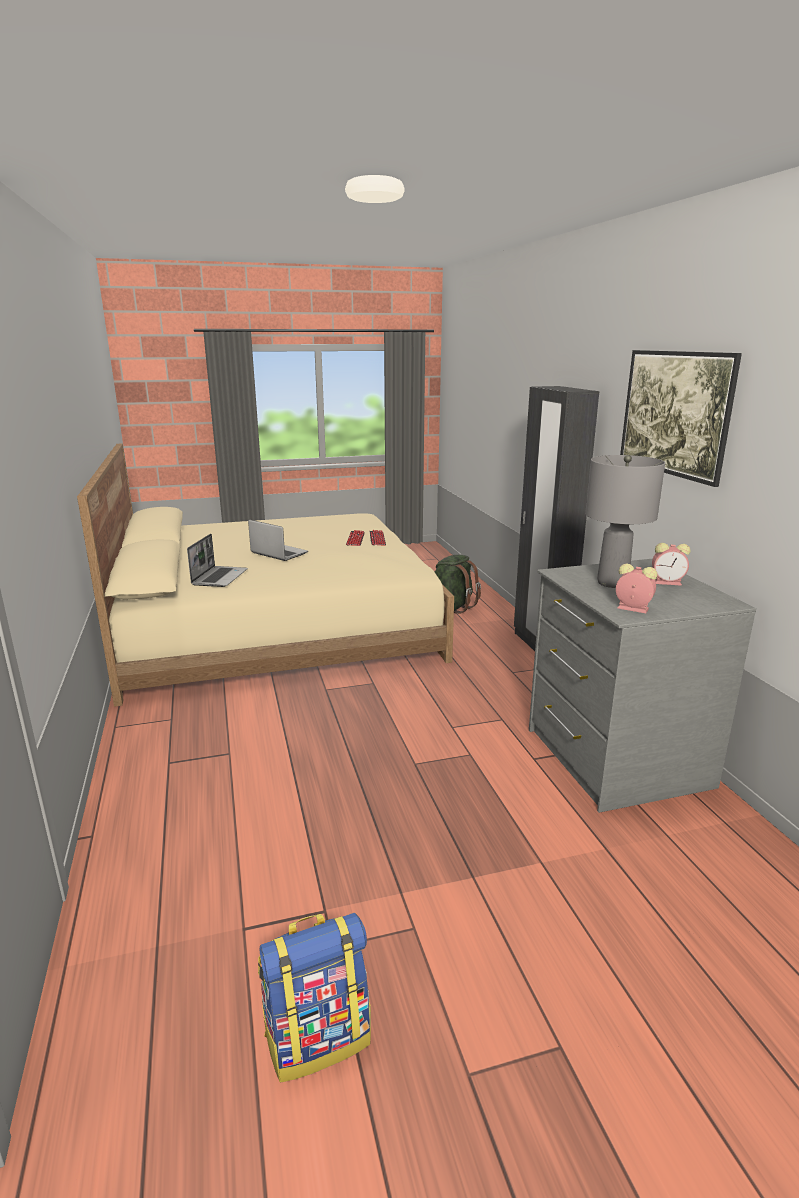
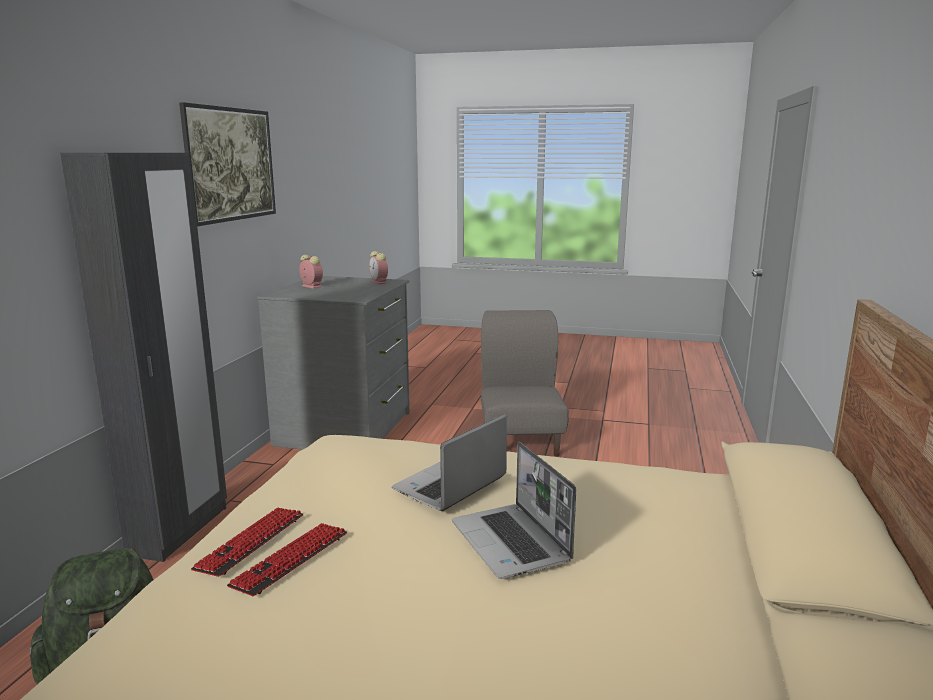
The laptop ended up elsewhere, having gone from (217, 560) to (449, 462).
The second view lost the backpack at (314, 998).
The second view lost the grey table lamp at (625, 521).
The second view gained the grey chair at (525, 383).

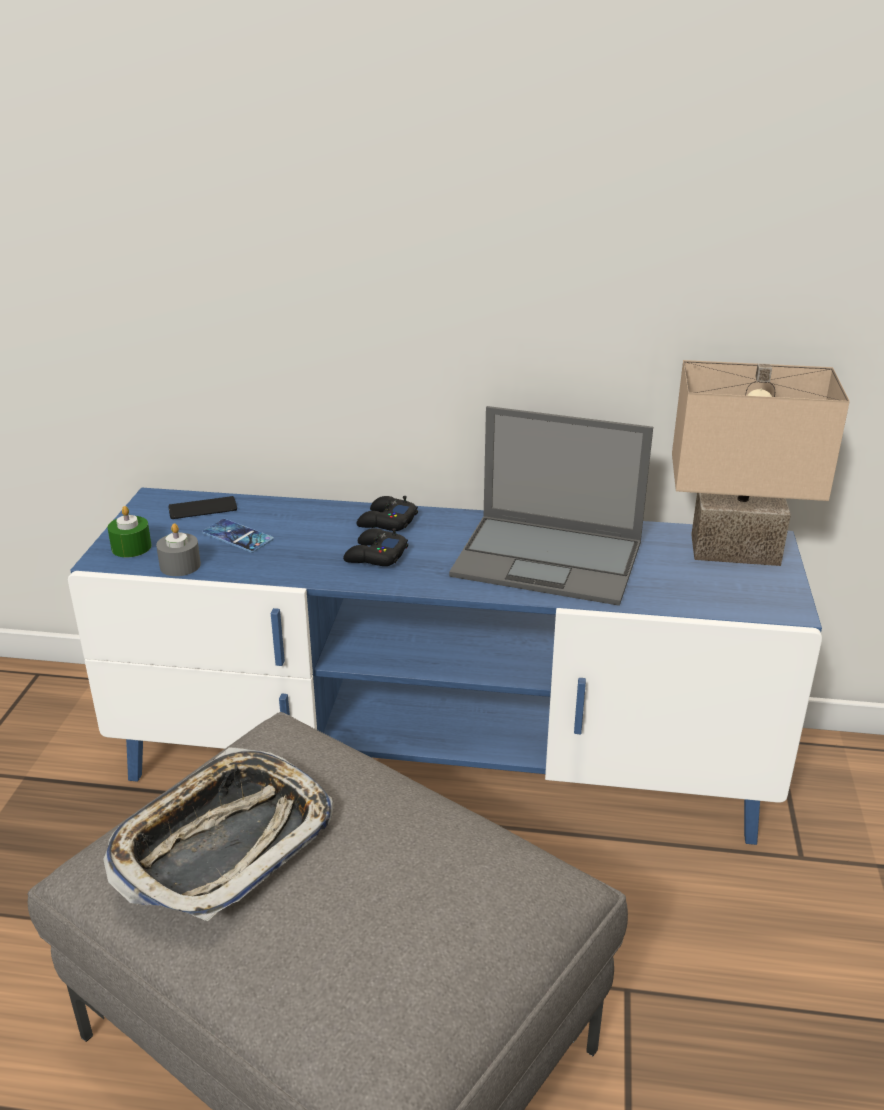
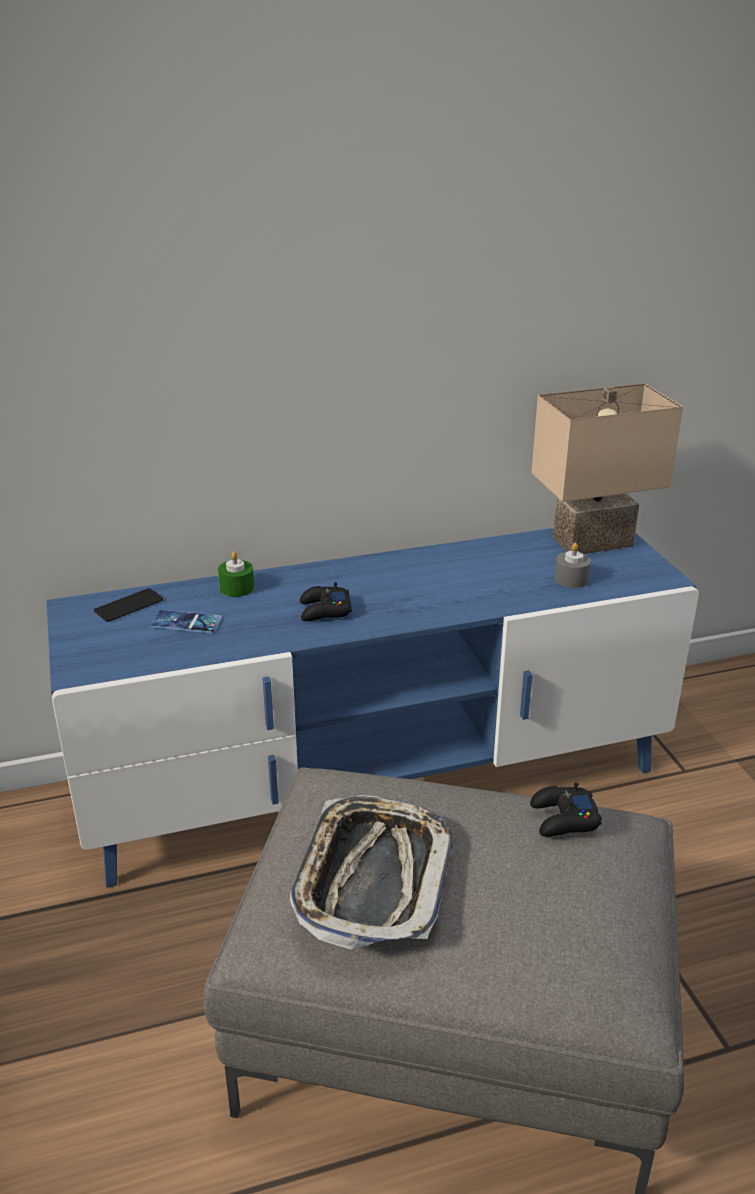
The green candle ended up elsewhere, having gone from (129, 531) to (236, 574).
The grey candle ended up elsewhere, having gone from (178, 549) to (572, 565).
The black game controller ended up elsewhere, having gone from (387, 513) to (566, 810).
The second view lost the laptop at (551, 506).

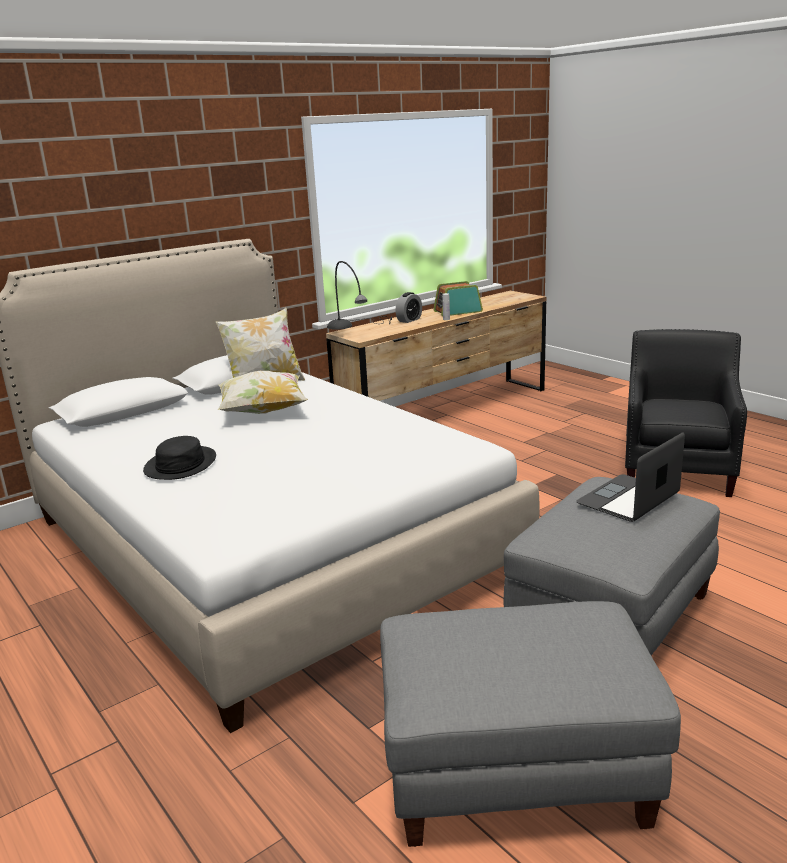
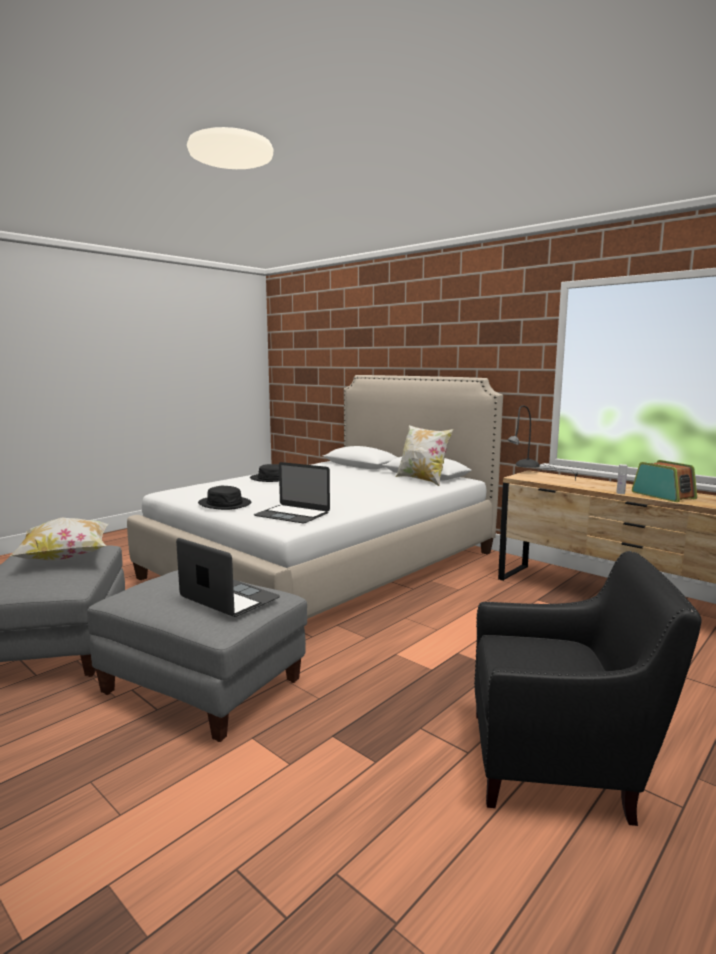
The pillow ended up elsewhere, having gone from (263, 392) to (59, 539).
The second view lost the alarm clock at (409, 307).
The second view gained the black hat at (224, 498).
The second view gained the laptop at (292, 493).

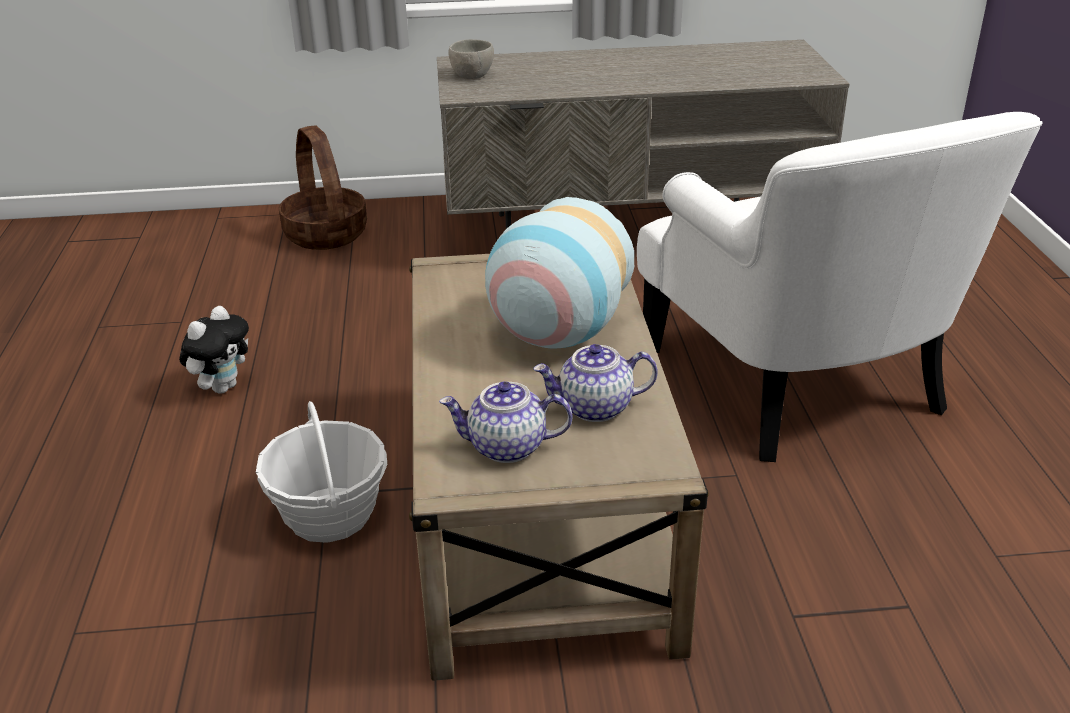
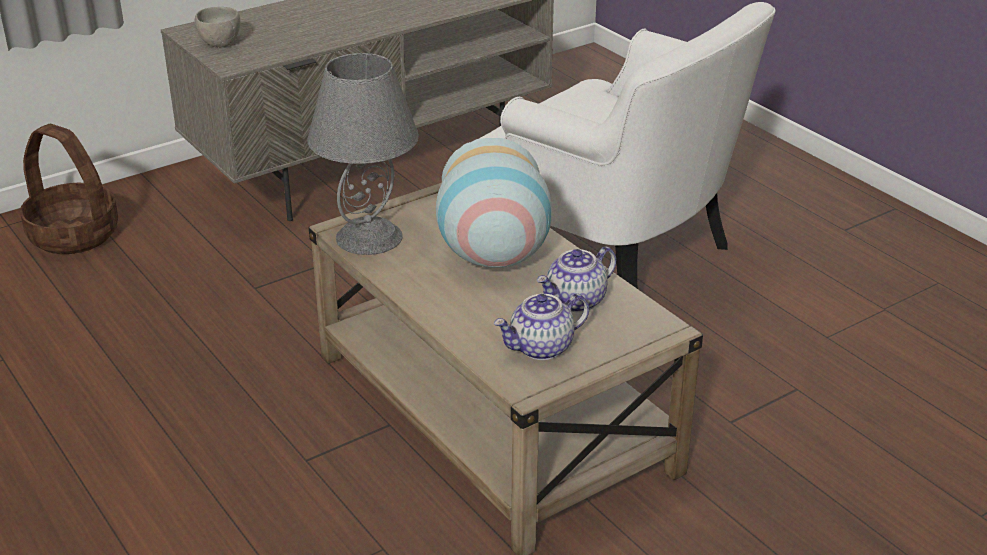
The second view lost the plush toy at (214, 350).
The second view lost the basket at (321, 472).
The second view gained the grey table lamp at (363, 154).

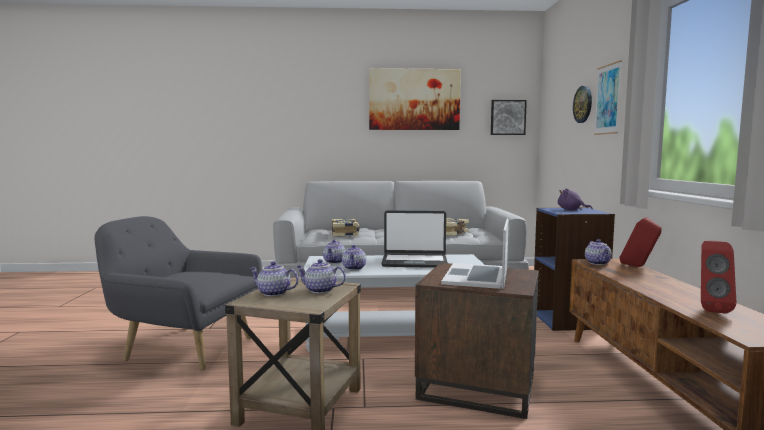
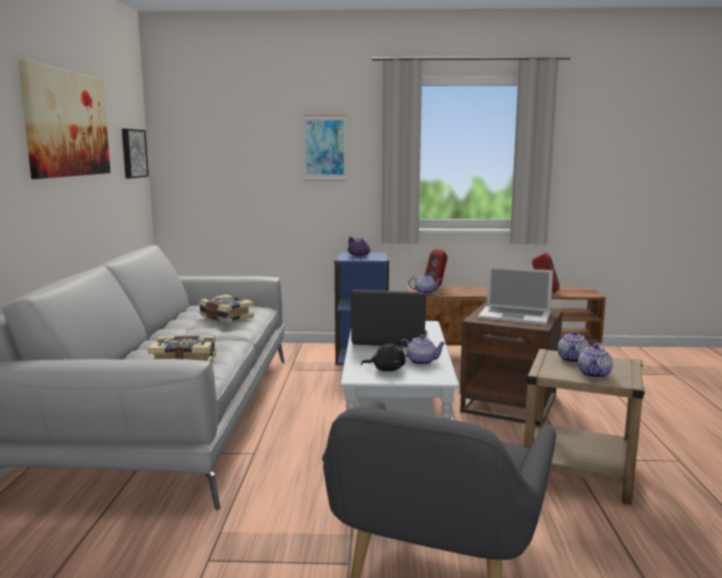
Where the teapot stood at (334, 252), the black plush toy came to stand at (383, 355).
The laptop at (414, 239) ended up facing another way, 90 degrees counterclockwise from before.
The second view lost the wall clock at (582, 104).

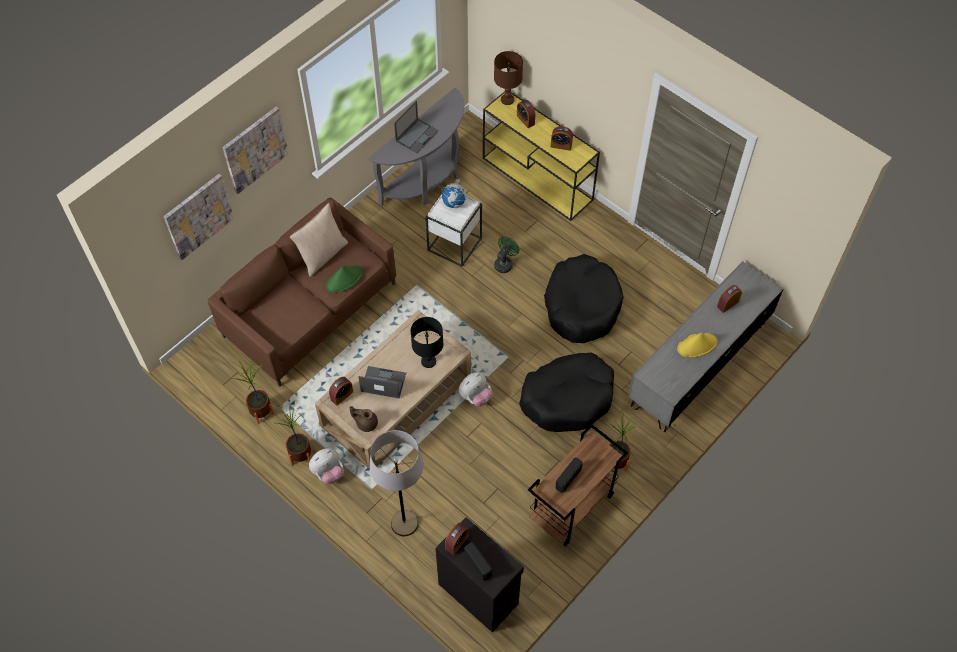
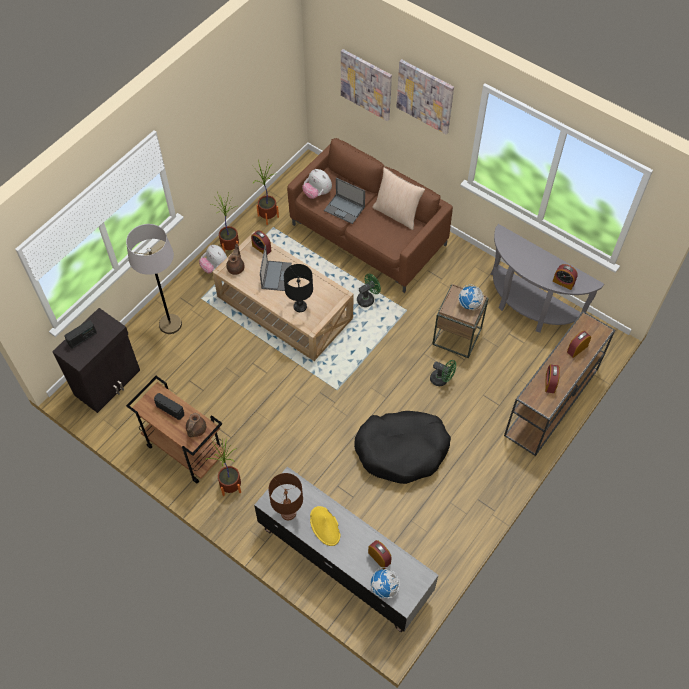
The second view lost the green hat at (344, 279).
The laptop ended up elsewhere, having gone from (416, 127) to (344, 201).
What was the white side table at (454, 230) turned into the brown side table at (460, 321).
The alarm clock ended up elsewhere, having gone from (457, 539) to (565, 277).
The plush toy ended up elsewhere, having gone from (476, 389) to (317, 184).
What was the yellow console table at (541, 156) turned into the brown console table at (559, 383).
The brown table lamp ended up elsewhere, having gone from (508, 78) to (285, 496).
The second view lost the black dog bed at (566, 392).
The second view gained the brown teapot at (196, 425).
The second view gained the green fan at (369, 290).
The second view gained the globe at (385, 582).

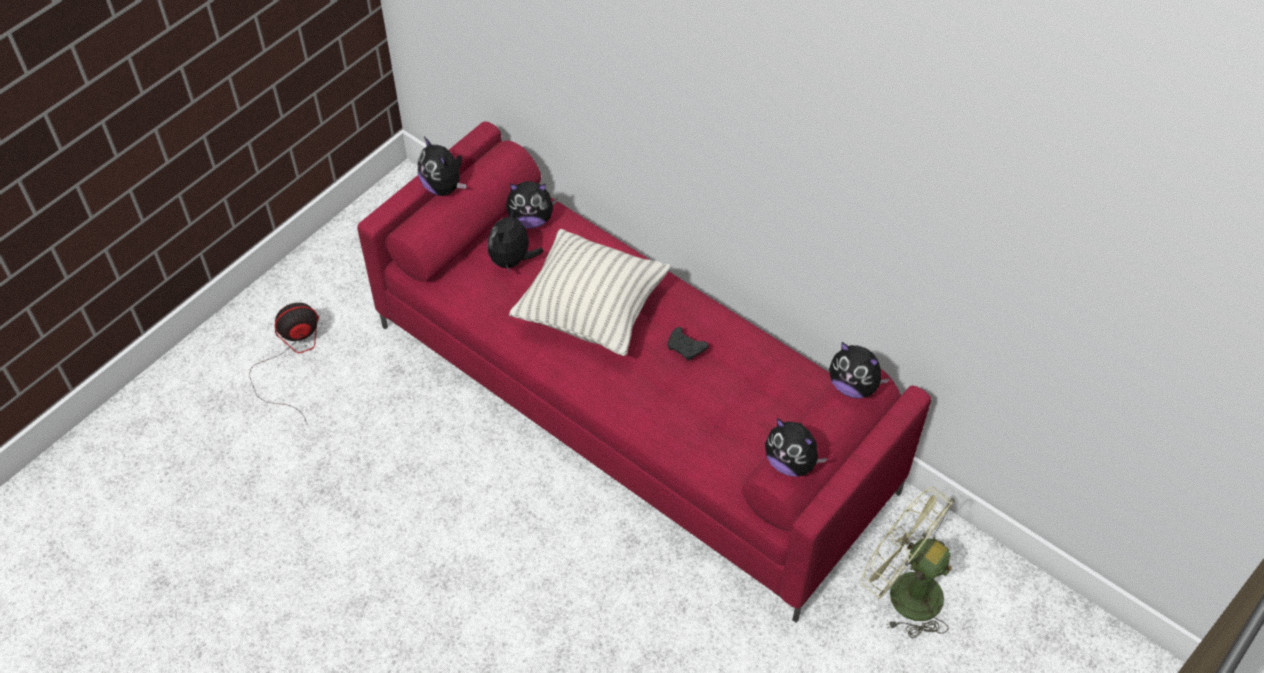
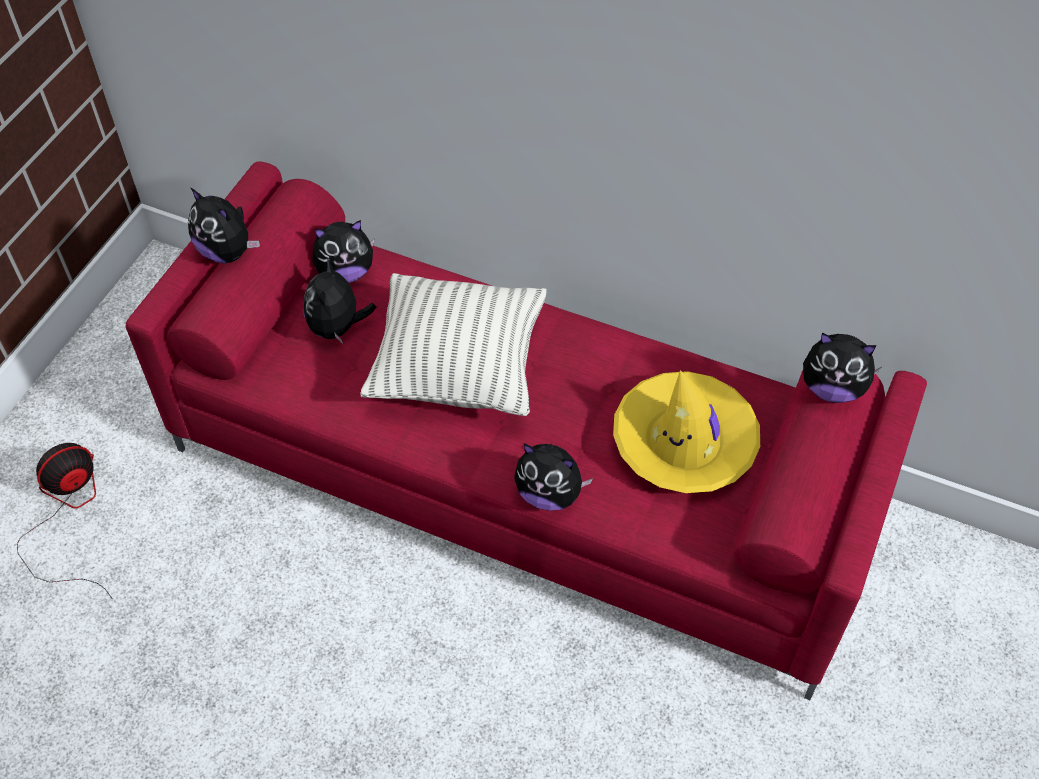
The second view lost the black game controller at (688, 344).
The plush toy ended up elsewhere, having gone from (796, 447) to (553, 477).
The second view lost the green fan at (908, 562).
The second view gained the yellow hat at (686, 431).

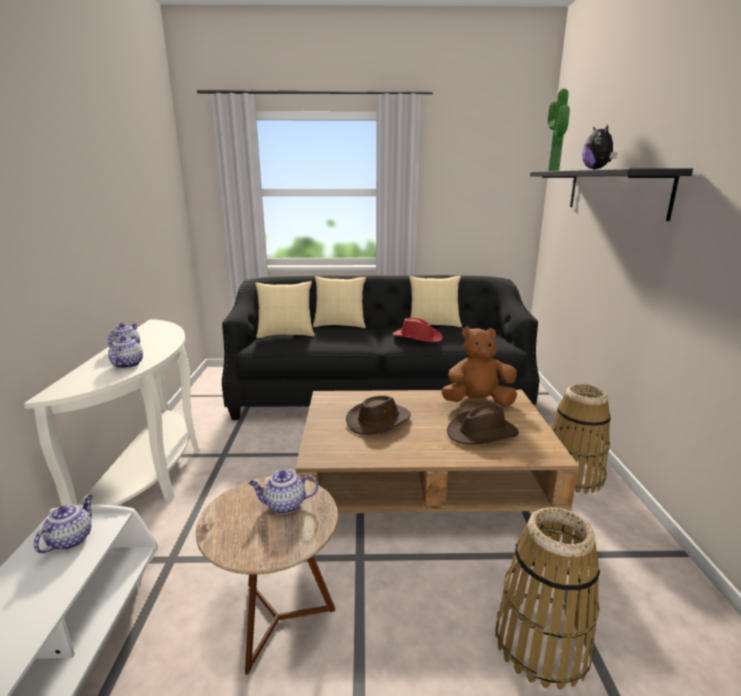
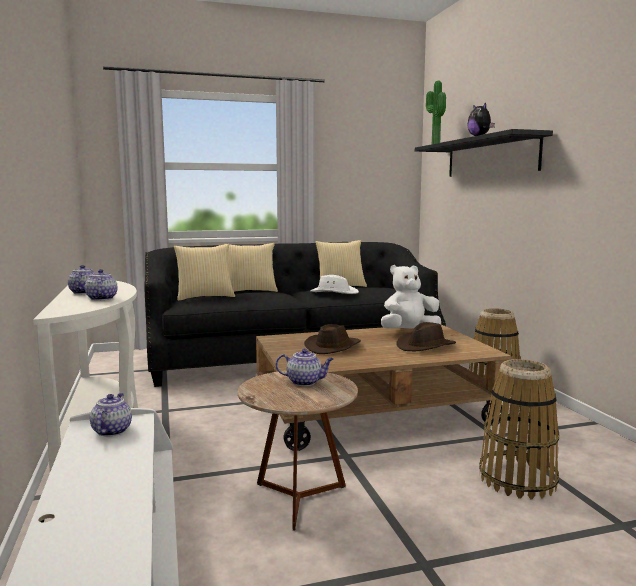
The teapot at (284, 491) ended up facing another way, 150 degrees counterclockwise from before.
What was the red hat at (418, 329) turned into the white hat at (334, 284).
What was the brown plush toy at (479, 366) turned into the white plush toy at (411, 297).

